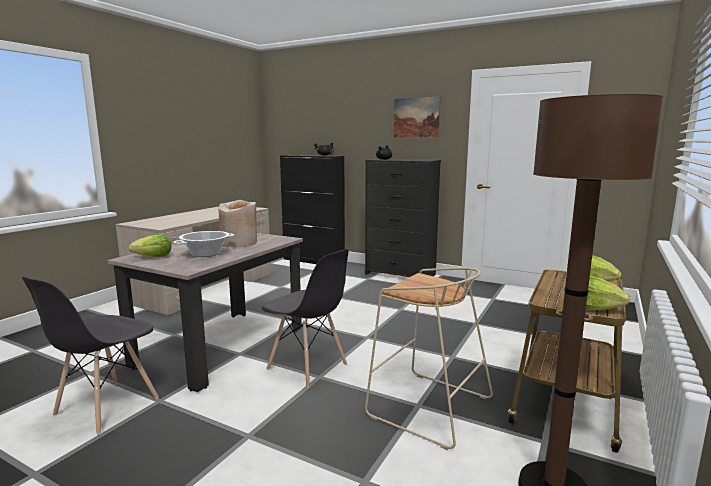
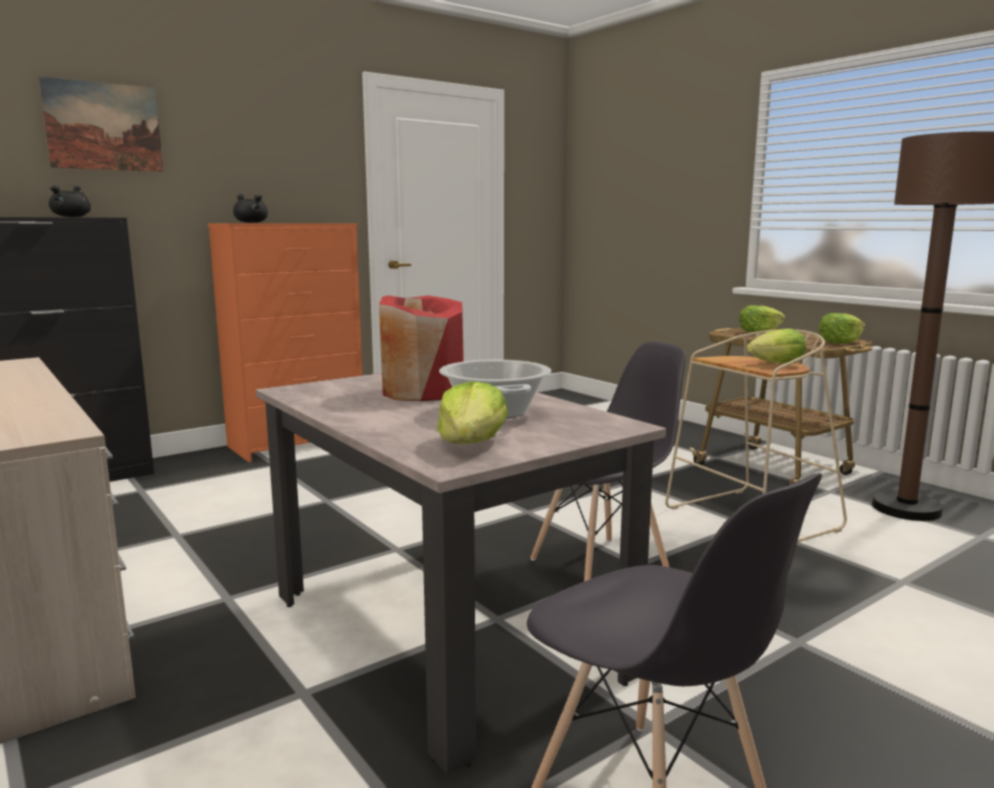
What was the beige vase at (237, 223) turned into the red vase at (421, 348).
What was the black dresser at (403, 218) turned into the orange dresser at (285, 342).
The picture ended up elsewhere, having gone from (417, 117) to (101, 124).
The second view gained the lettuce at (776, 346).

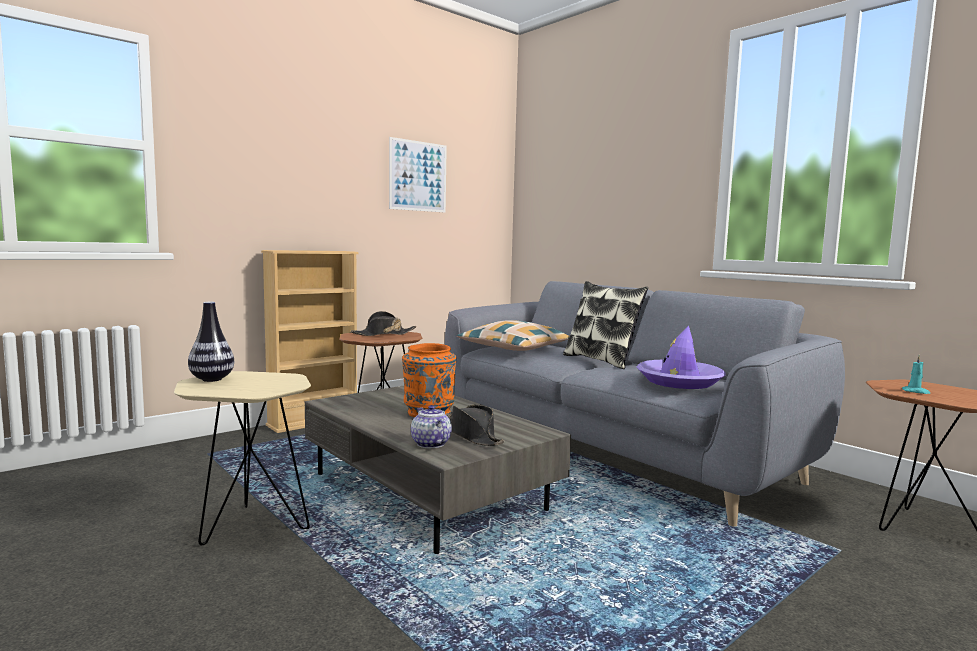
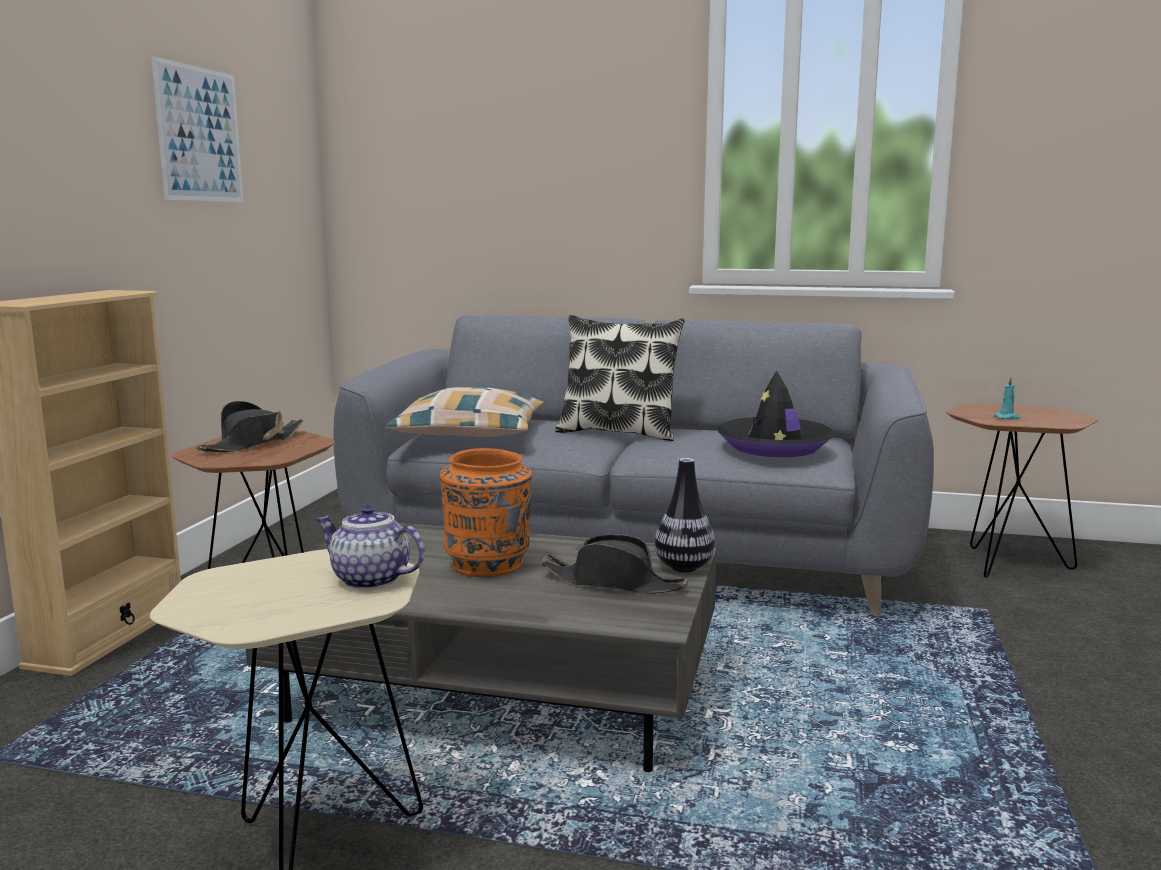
The vase ended up elsewhere, having gone from (211, 342) to (684, 515).
The teapot ended up elsewhere, having gone from (431, 426) to (370, 547).
What was the purple hat at (681, 357) turned into the black hat at (776, 413).

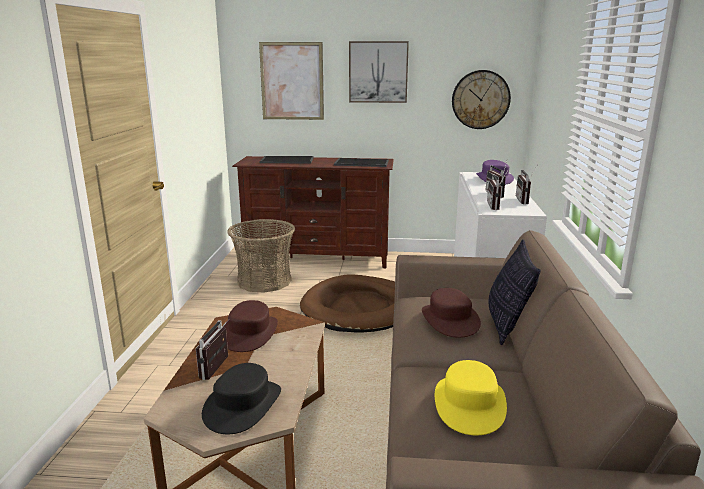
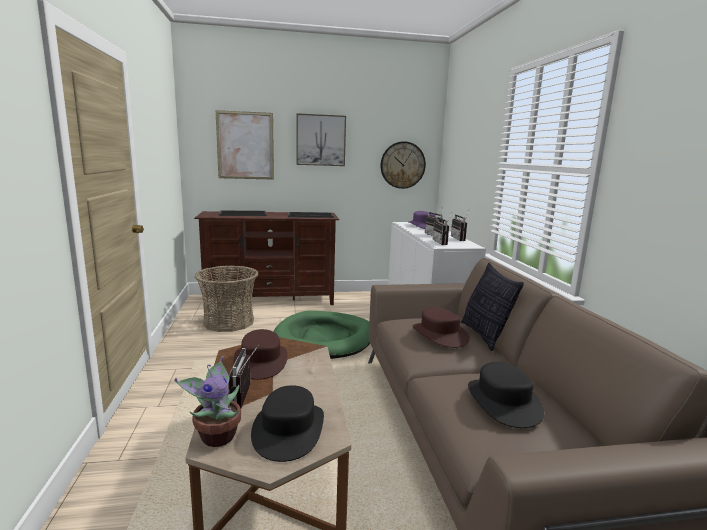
What was the brown dog bed at (347, 303) turned into the green dog bed at (322, 334).
What was the yellow hat at (471, 397) turned into the black hat at (506, 395).
The second view gained the potted plant at (207, 401).

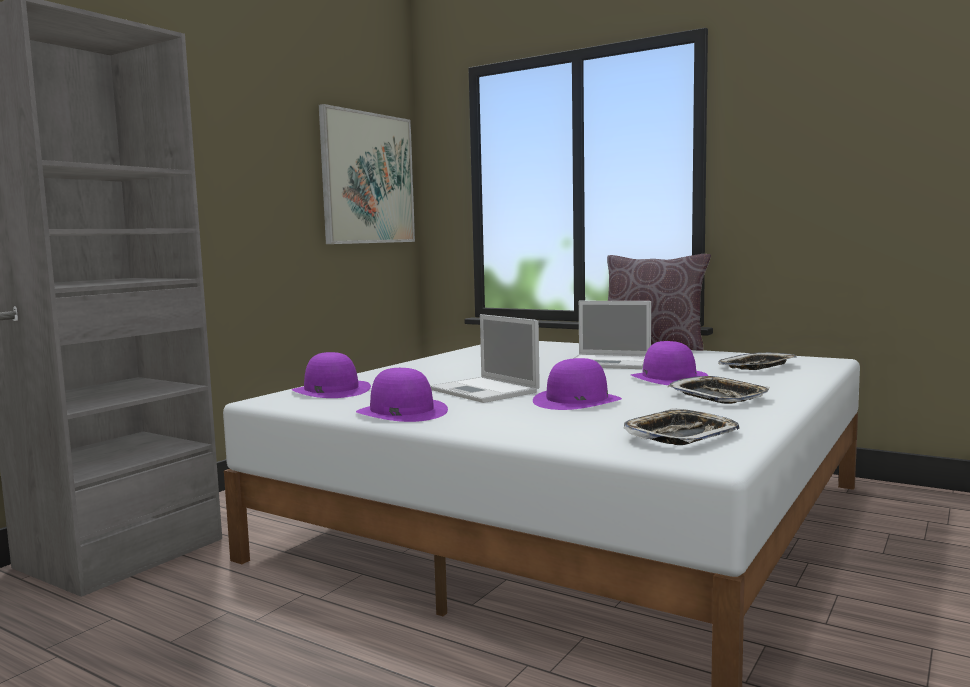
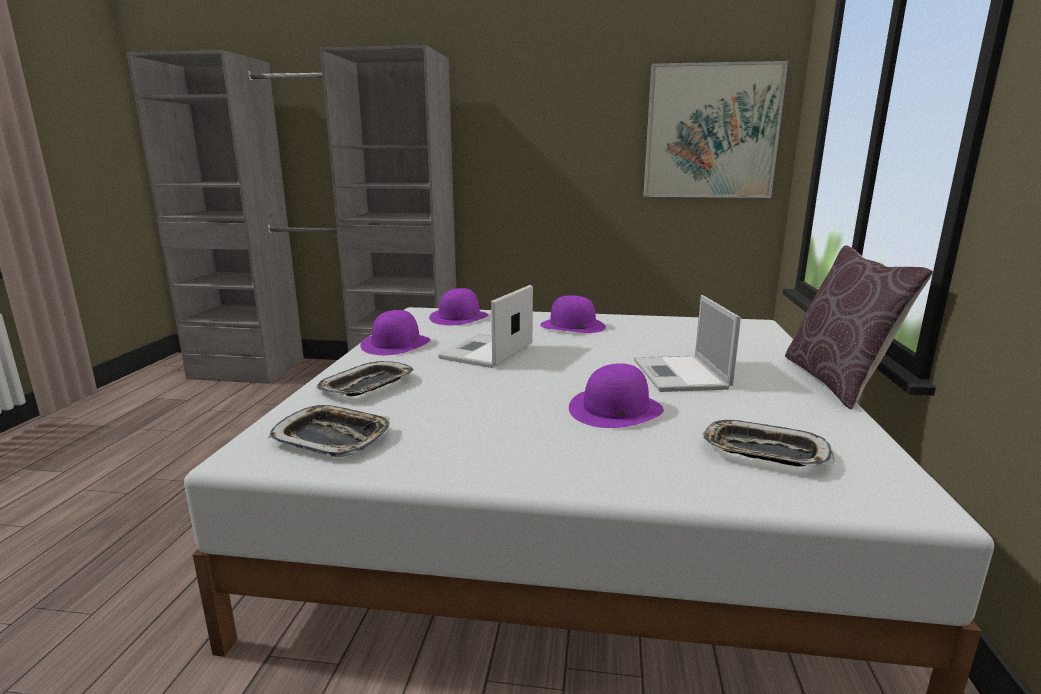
The purple hat ended up elsewhere, having gone from (577, 384) to (573, 314).
The tray ended up elsewhere, having gone from (718, 390) to (365, 378).

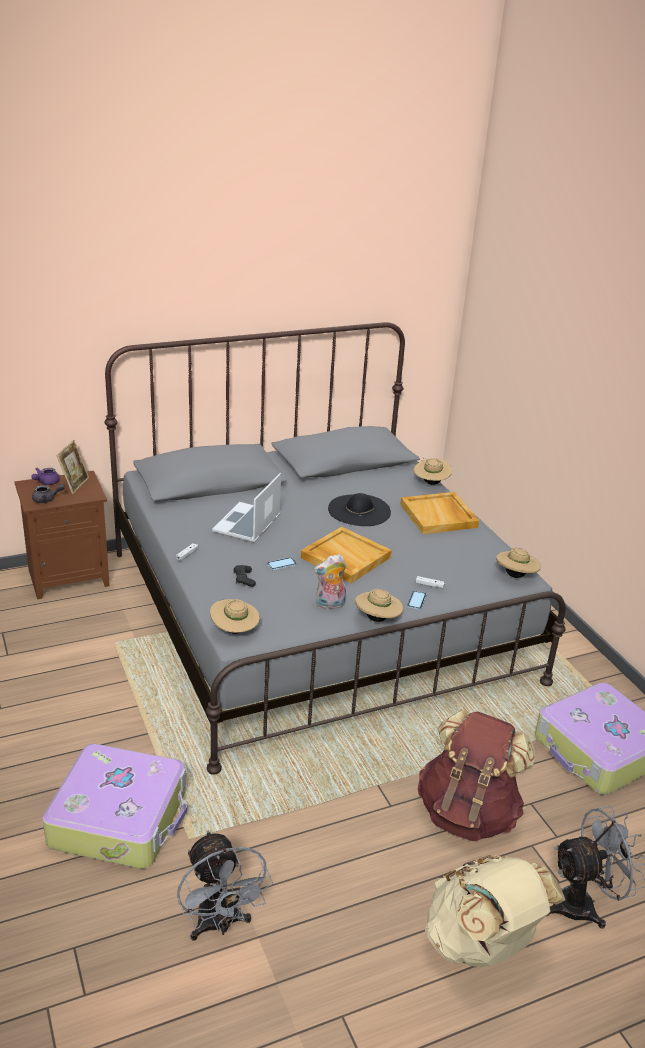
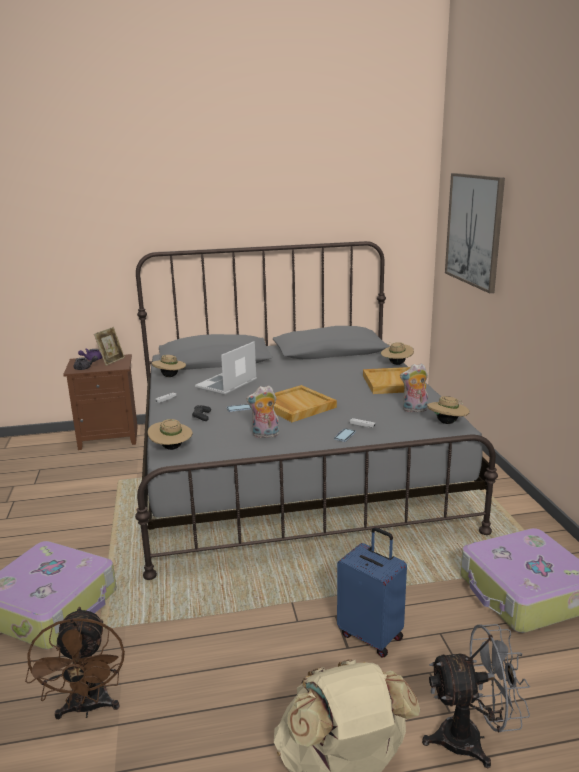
What was the grey fan at (225, 885) turned into the brown fan at (75, 663).
The second view lost the black hat at (359, 509).
The beige hat ended up elsewhere, having gone from (379, 605) to (169, 366).
Where the brown backpack stood at (477, 775), the blue suitcase came to stand at (372, 592).
The second view gained the plush toy at (414, 387).
The second view gained the picture at (475, 233).

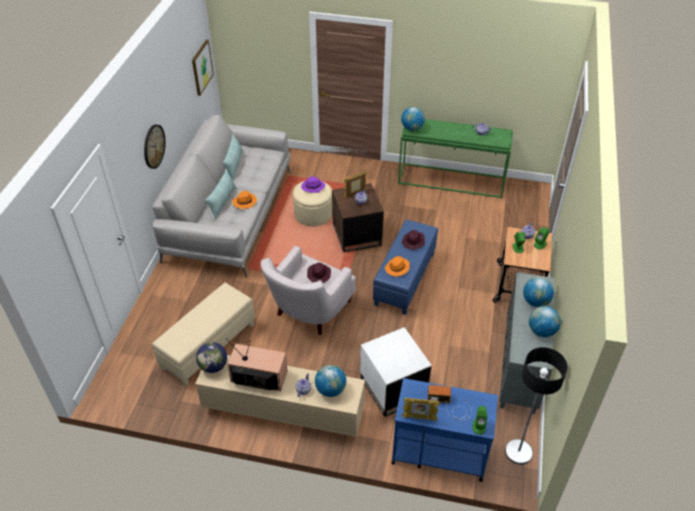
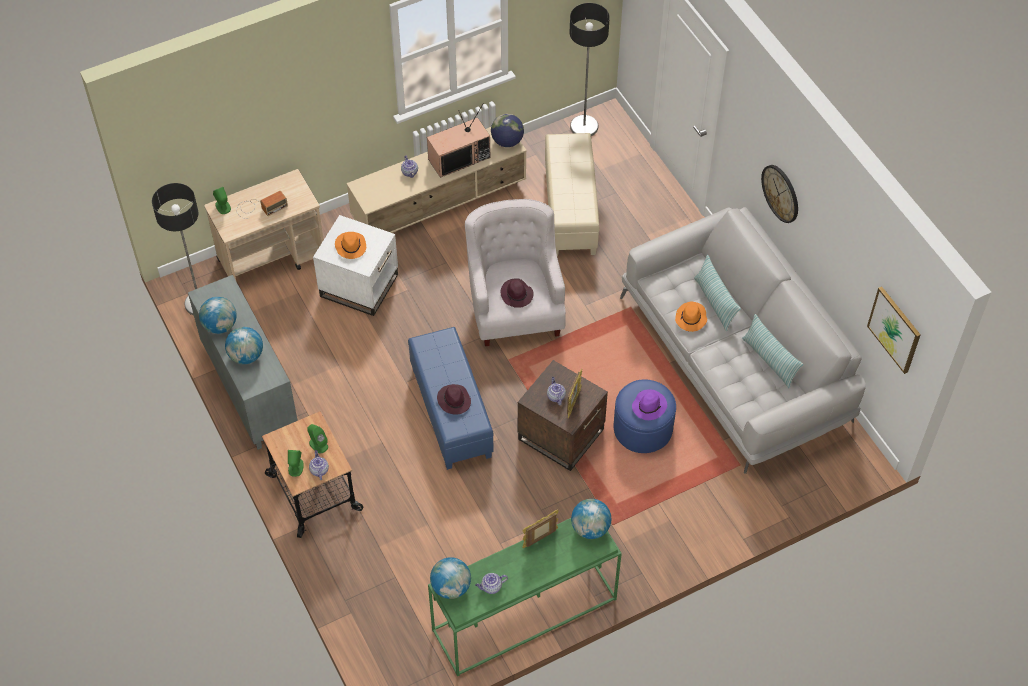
What was the beige ottoman at (312, 203) turned into the blue ottoman at (645, 416).
The globe ended up elsewhere, having gone from (330, 381) to (450, 578).
The orange hat ended up elsewhere, having gone from (397, 266) to (350, 245).
What was the blue cart at (444, 430) turned into the beige cart at (264, 225).
The picture frame ended up elsewhere, having gone from (421, 409) to (540, 528).
The second view gained the floor lamp at (590, 69).

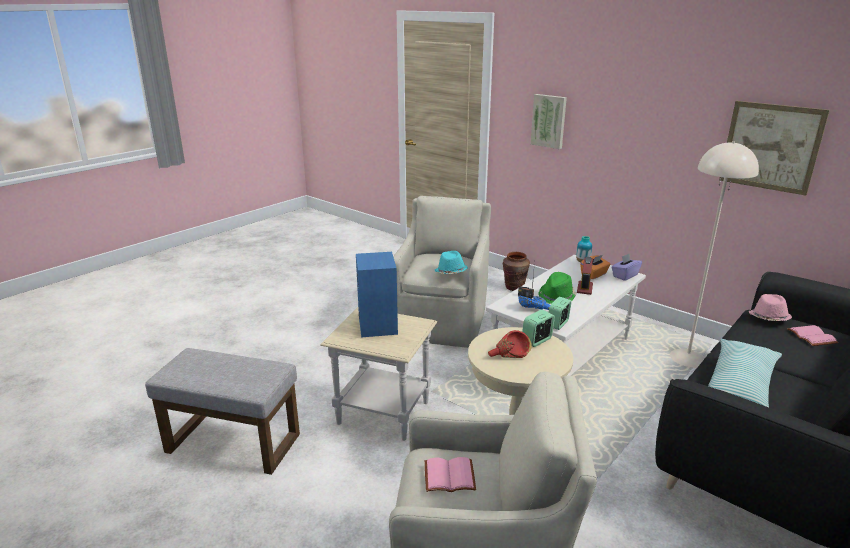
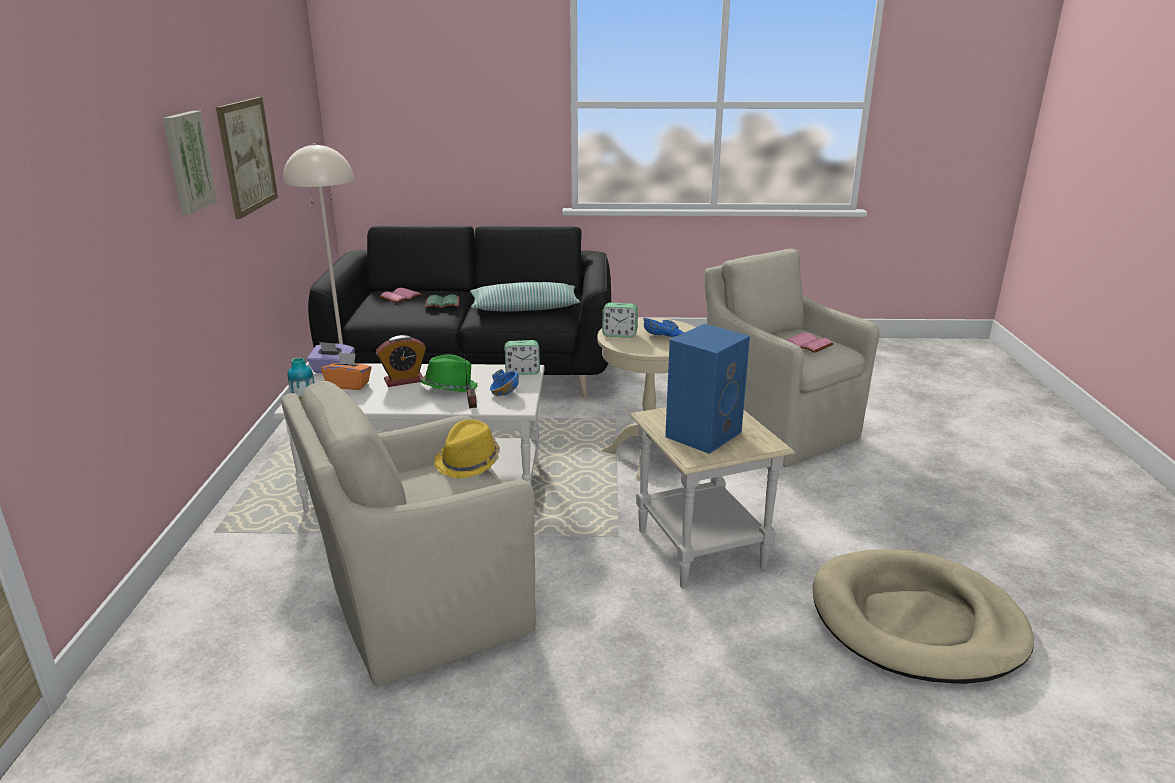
Where the grey ottoman stood at (222, 411), the beige dog bed came to stand at (923, 616).
What was the turquoise hat at (451, 262) turned into the yellow hat at (467, 449).
What was the red bowl at (510, 344) turned into the blue bowl at (664, 327).
The second view lost the brown vase at (516, 271).
The picture ended up elsewhere, having gone from (549, 121) to (190, 162).
The second view lost the pink hat at (770, 307).
The second view gained the green book at (442, 301).

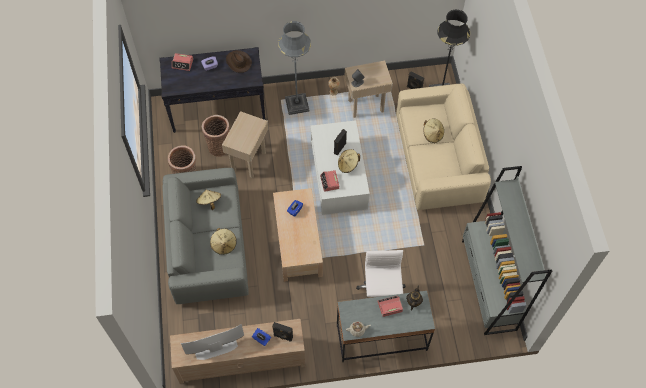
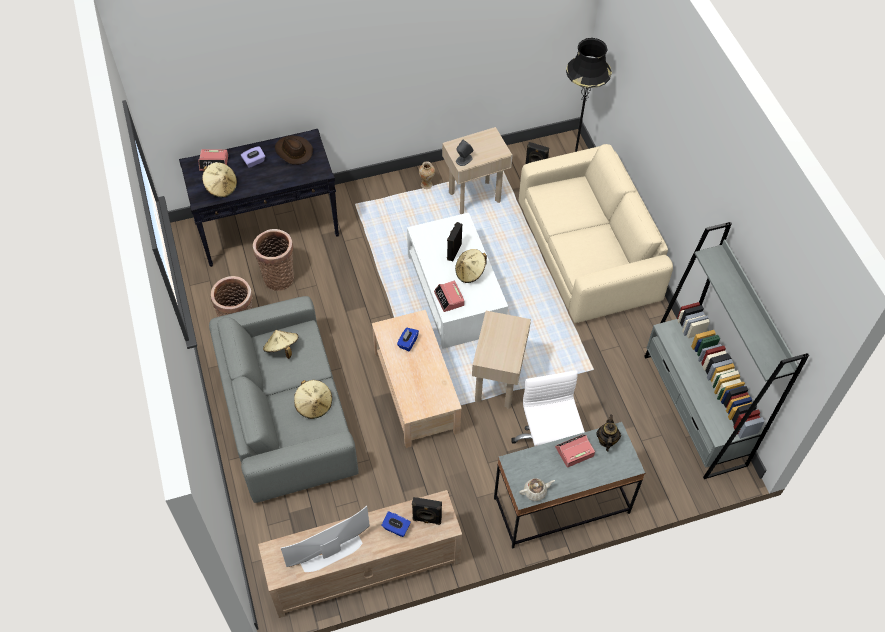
The beige side table ended up elsewhere, having gone from (245, 144) to (501, 360).
The second view lost the grey floor lamp at (294, 68).
The beige hat ended up elsewhere, having gone from (433, 131) to (219, 179).

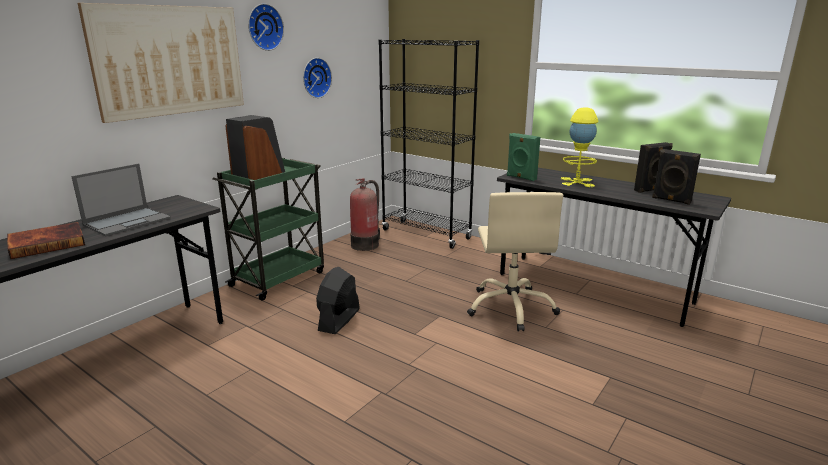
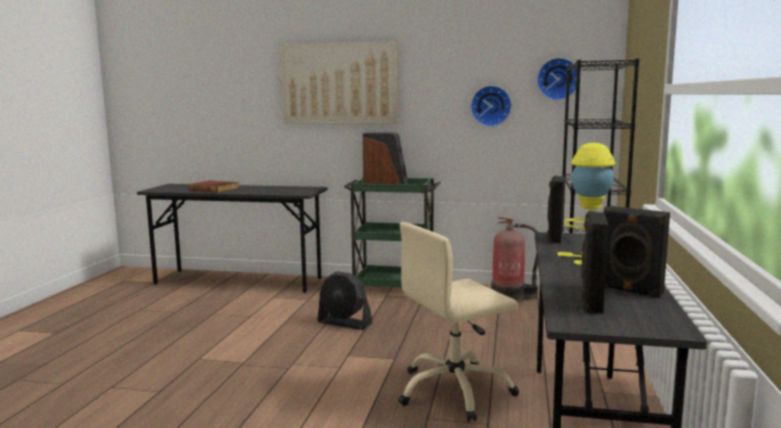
The second view lost the laptop at (121, 199).
The wall clock ended up elsewhere, having gone from (266, 27) to (557, 79).
The black fan at (338, 300) ended up facing another way, 150 degrees counterclockwise from before.
What was the green speaker at (523, 157) turned into the black speaker at (556, 209).

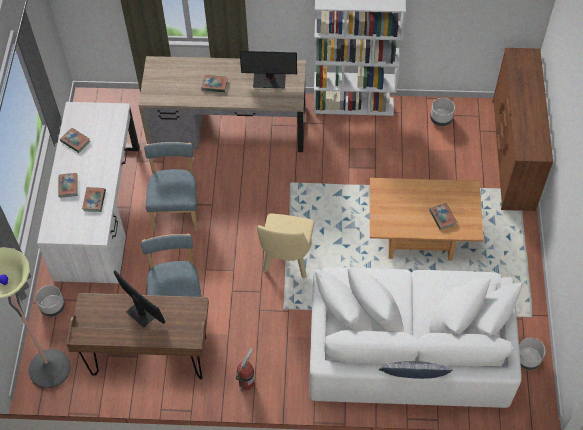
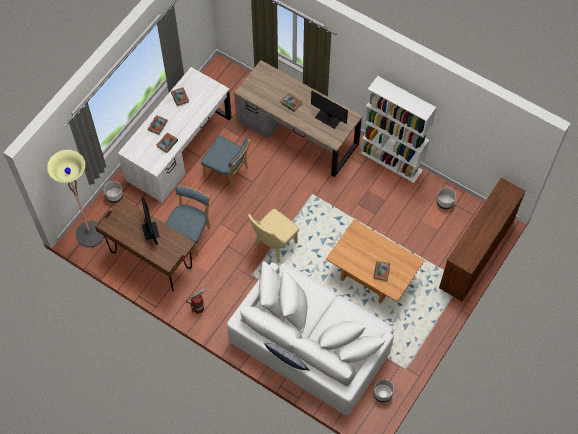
The blue chair at (171, 187) ended up facing another way, 90 degrees clockwise from before.

